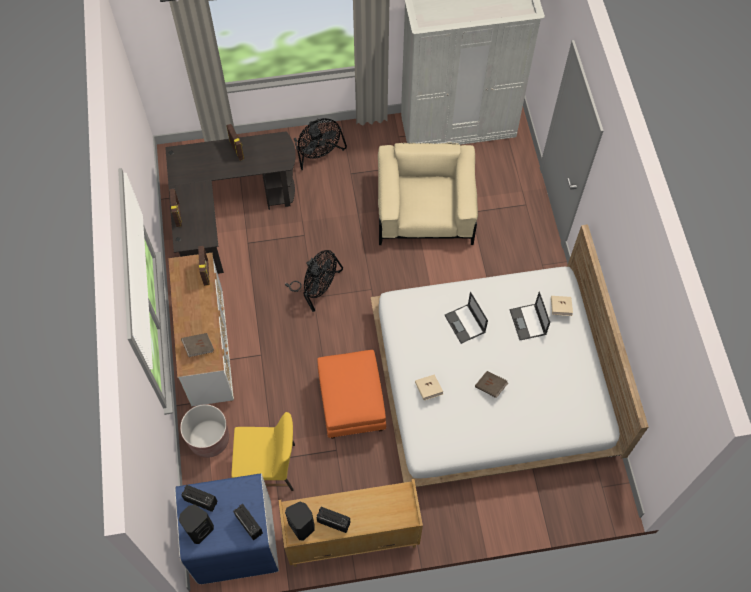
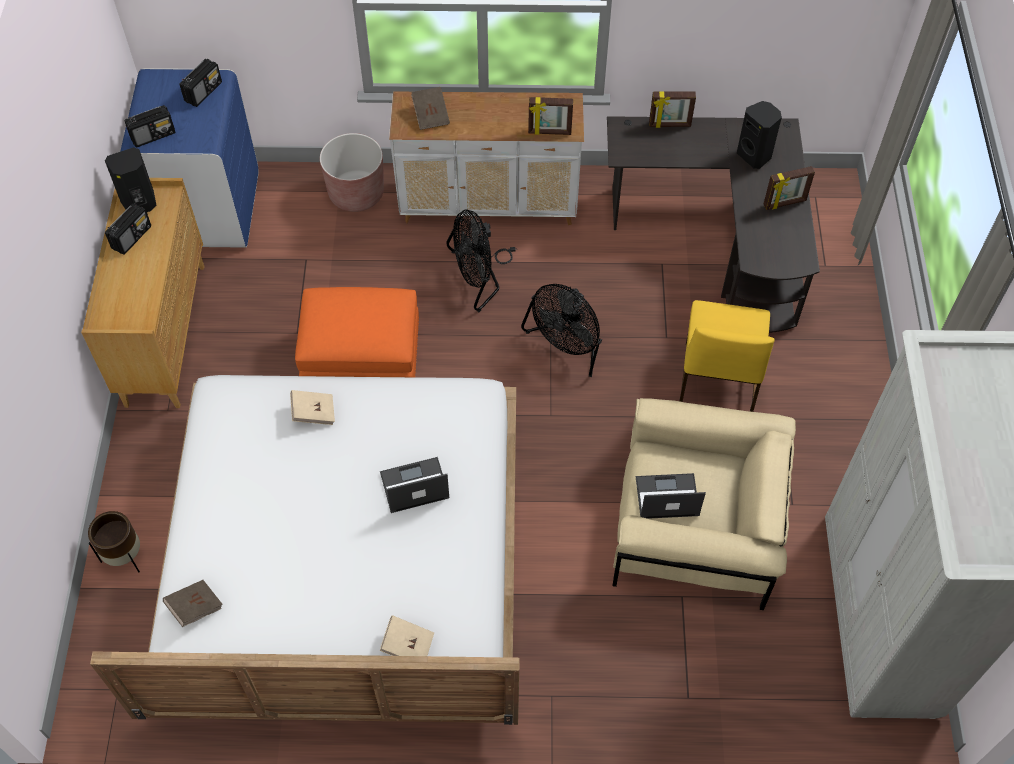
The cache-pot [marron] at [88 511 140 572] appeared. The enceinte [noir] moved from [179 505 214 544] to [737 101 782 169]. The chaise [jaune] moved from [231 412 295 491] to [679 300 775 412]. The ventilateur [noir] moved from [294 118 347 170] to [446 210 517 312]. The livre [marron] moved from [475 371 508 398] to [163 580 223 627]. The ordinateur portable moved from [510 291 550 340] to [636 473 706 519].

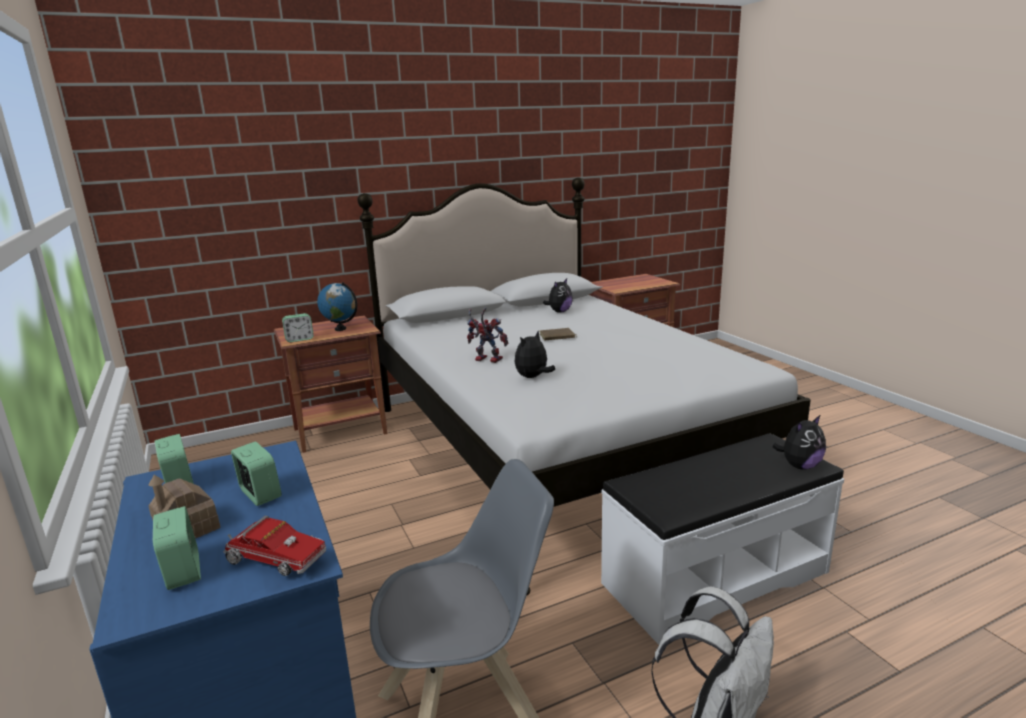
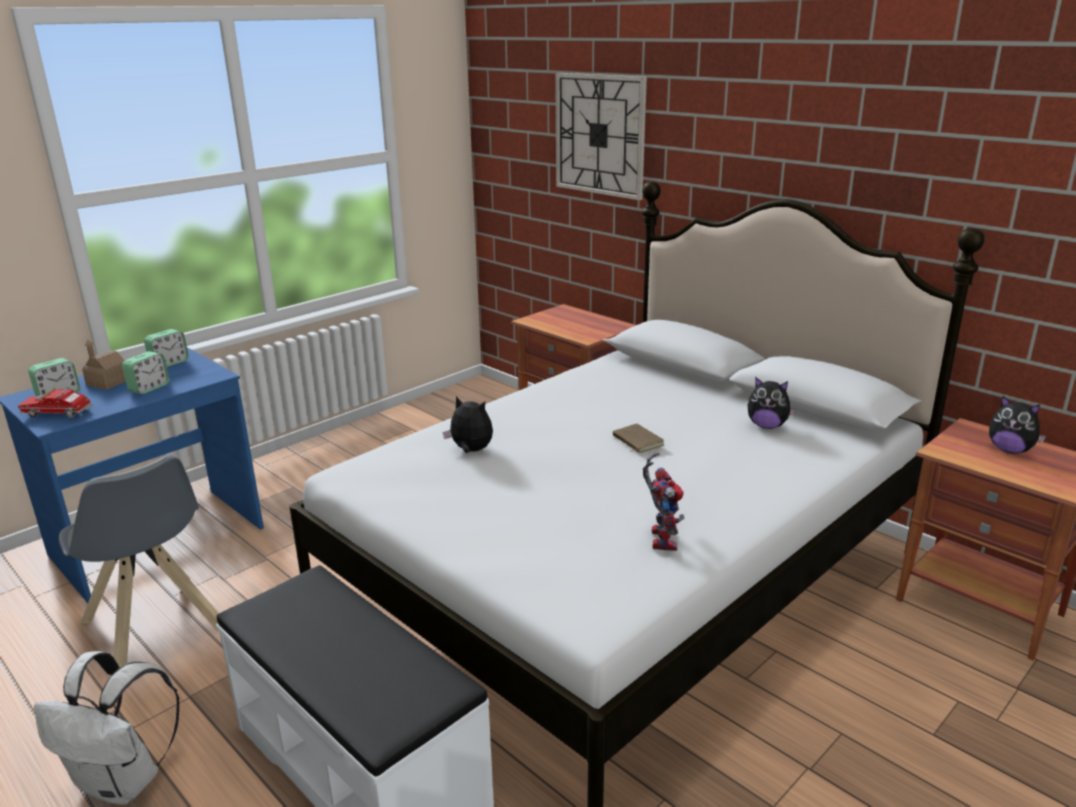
The réveil at [282 313 314 342] disappeared. The globe at [317 282 357 331] disappeared. The horloge murale at [555 73 647 200] appeared. The robot jouet moved from [467 307 508 363] to [643 452 684 551]. The peluche moved from [772 415 826 470] to [989 396 1046 454]. The camion jouet at [223 516 326 576] turned 90 degrees clockwise.

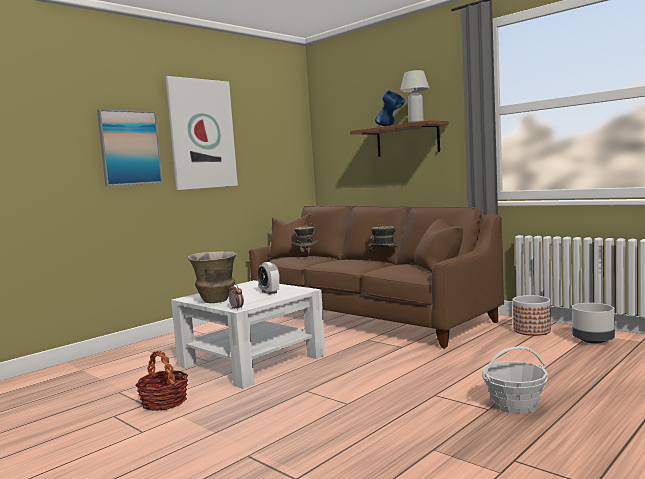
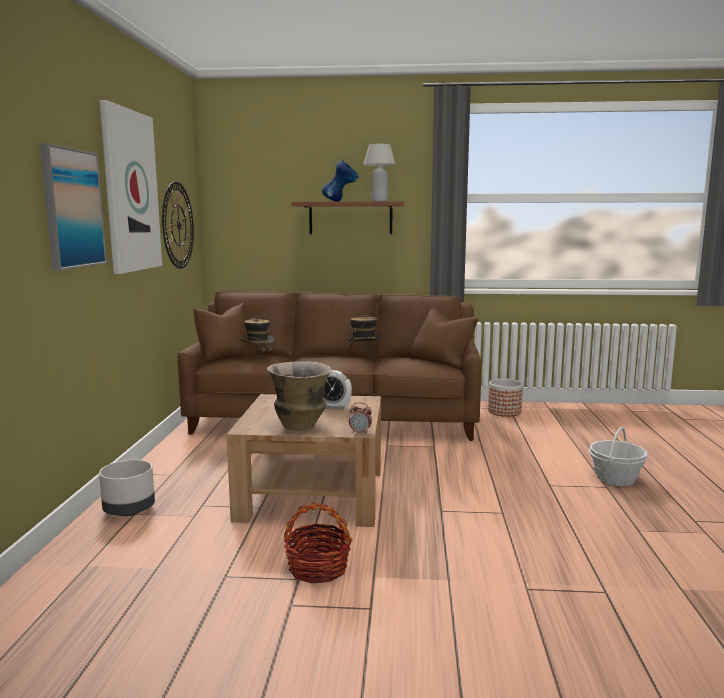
The horloge murale at [162 182 194 269] appeared. The cache-pot [gris] moved from [572 303 615 344] to [99 460 155 516]. The table basse [blanc] at [171 280 326 389] became the table basse [marron] at [227 394 381 527].

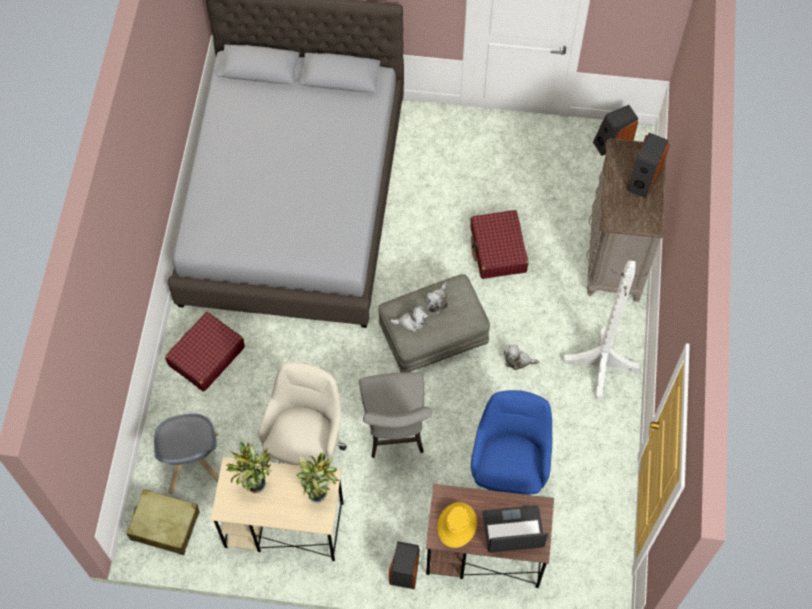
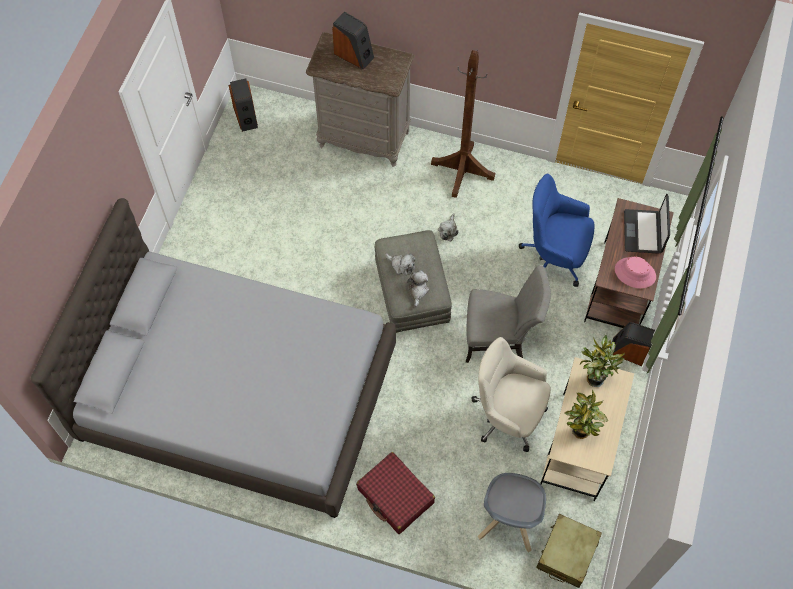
The valise [rouge] at [470 210 529 279] disappeared. The chapeau [jaune] at [437 502 477 548] became the chapeau [rose] at [615 256 656 288]. The portant [blanc] at [563 260 648 400] became the portant [marron] at [431 49 495 198]. The chaise [gris] at [154 414 219 495] turned 105 degrees clockwise.

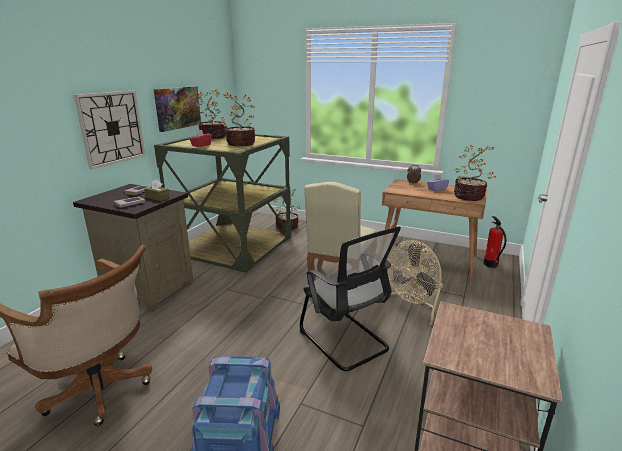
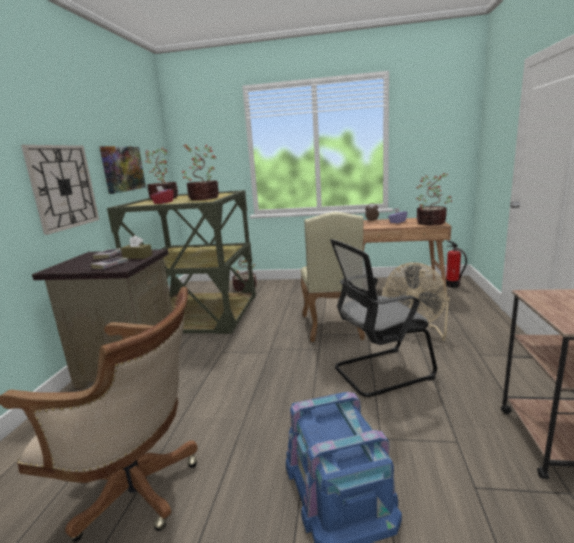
The chaise at [300 226 401 371] turned 120 degrees clockwise.

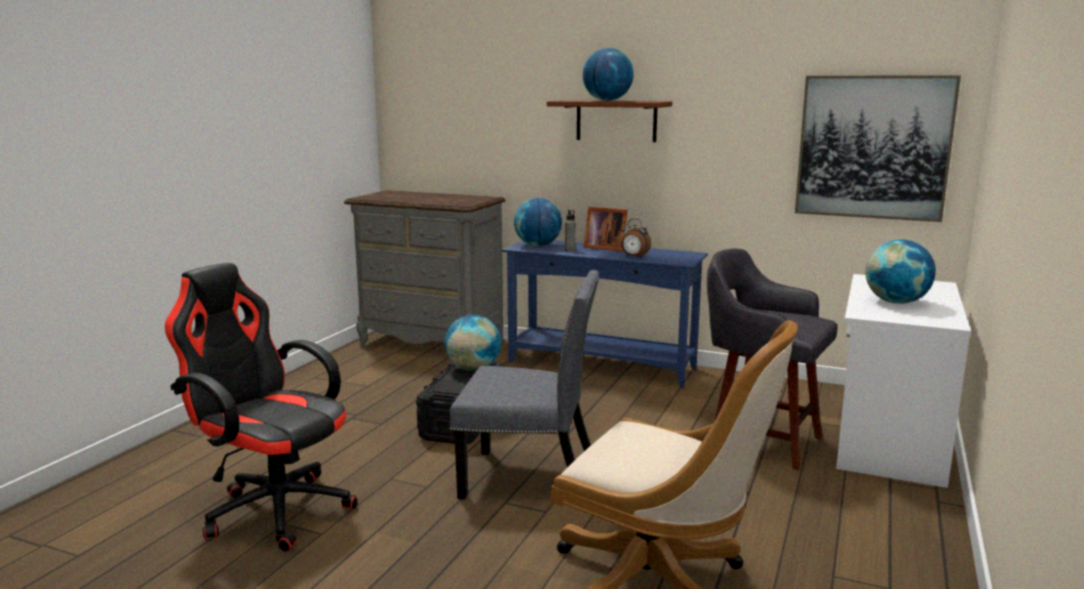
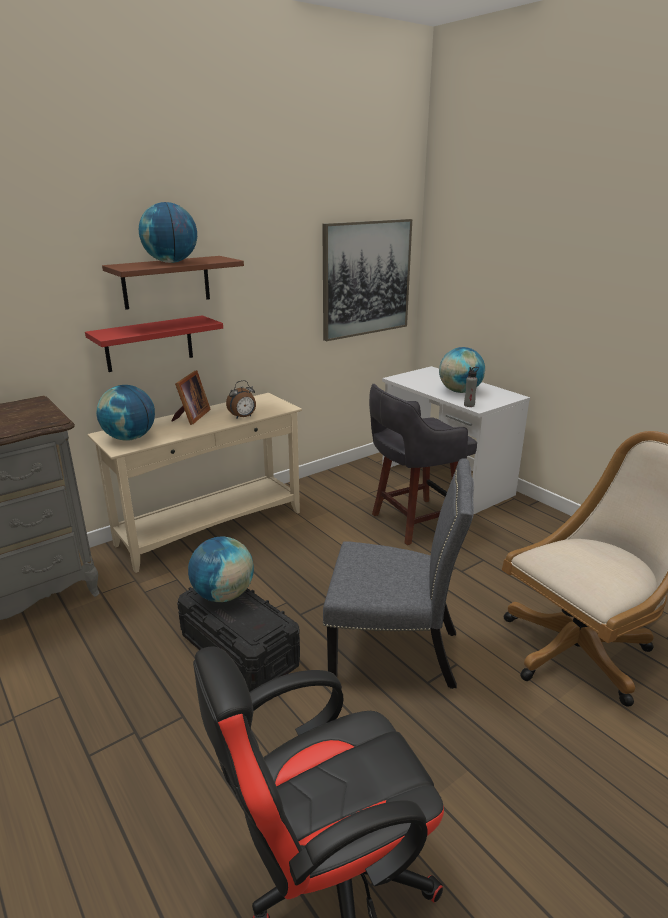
The étagère [rouge] at [85 315 223 372] appeared. The bouteille [gris] moved from [565 210 576 252] to [464 367 479 407]. The table console [bleu] at [502 241 708 388] became the table console [beige] at [88 393 302 573]. The chaise [gris] at [450 270 599 499] turned 60 degrees clockwise. The cadre photo at [584 207 628 252] turned 45 degrees counterclockwise.

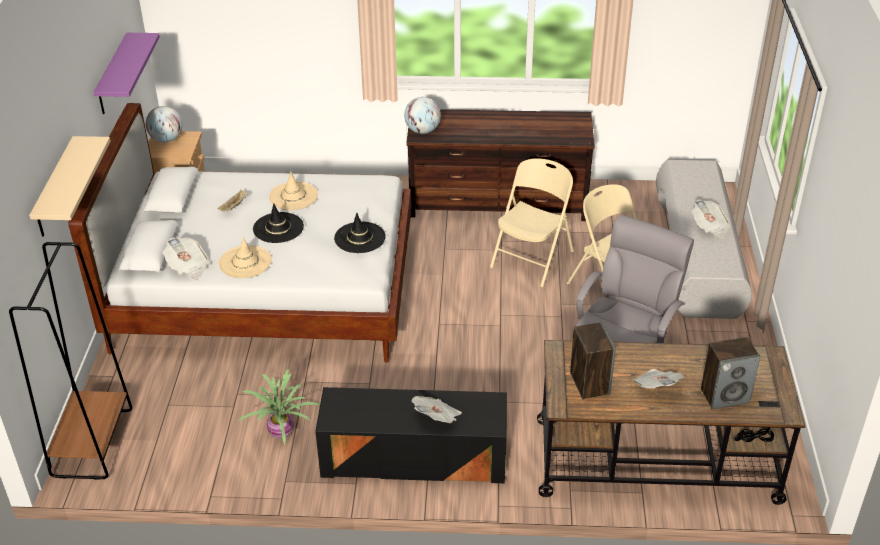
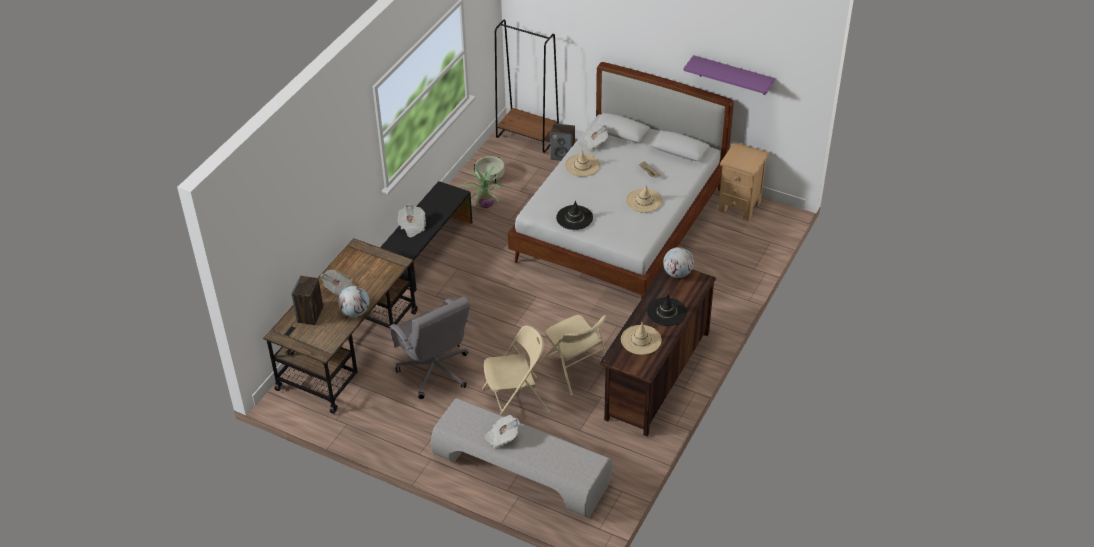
The étagère [beige] at [29 136 111 237] disappeared. The cache-pot [beige] at [474 156 505 184] appeared. The chapeau [beige] at [621 322 662 355] appeared. The globe moved from [145 106 182 142] to [338 286 369 317]. The chapeau [noir] moved from [253 203 304 243] to [647 294 687 326]. The enceinte moved from [570 322 616 399] to [550 123 575 161].

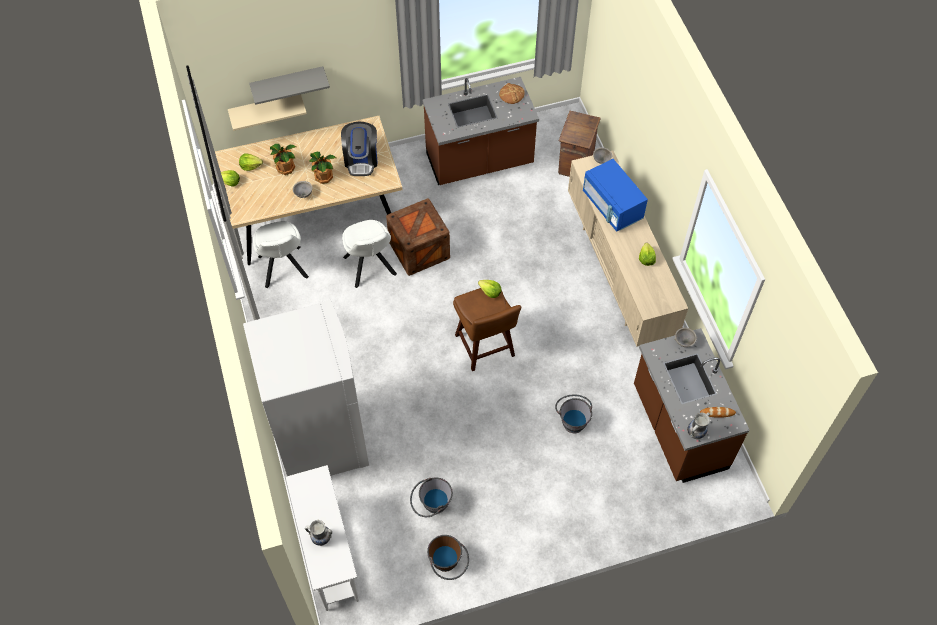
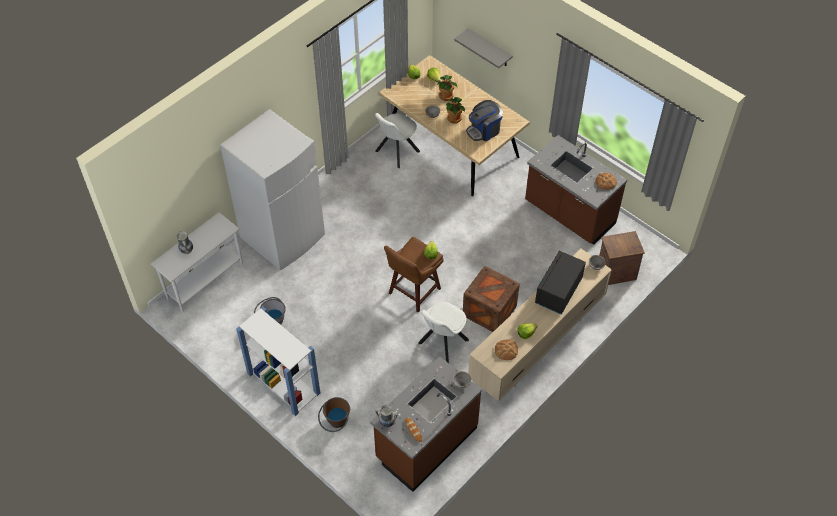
The étagère [beige] at [228 94 307 131] disappeared. The seau [gris] at [555 394 592 433] disappeared. The bibliothèque [blanc] at [236 306 320 416] appeared. The pain at [495 339 518 360] appeared. The chaise [blanc] moved from [342 220 397 288] to [418 302 469 363]. The caisse moved from [386 198 450 276] to [463 266 520 332]. The seau [marron] moved from [427 535 469 580] to [318 397 350 432]. The micro-ondes [bleu] at [583 159 648 232] became the micro-ondes [noir] at [535 251 586 315].

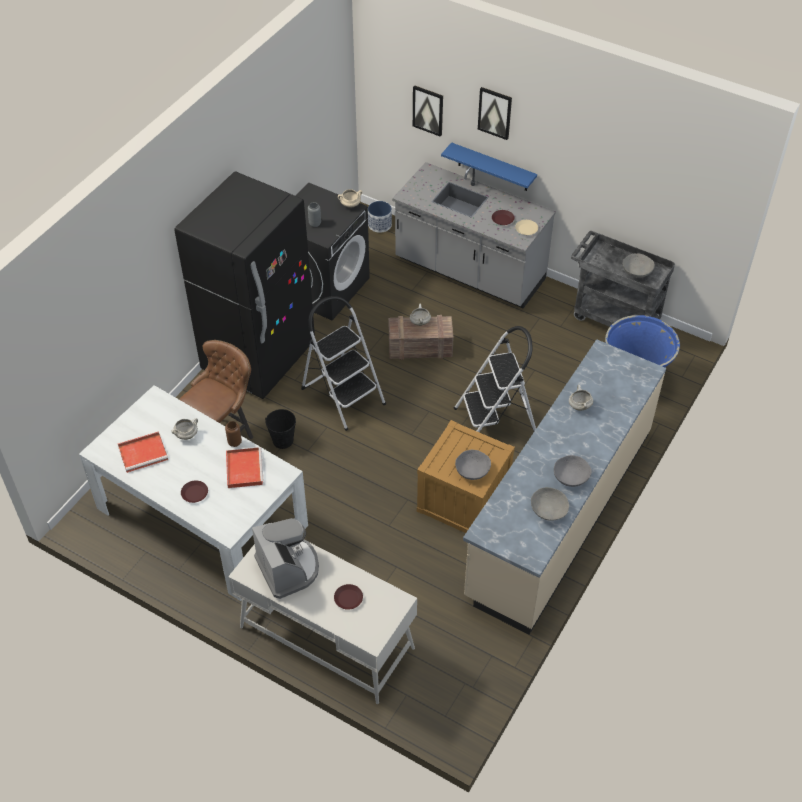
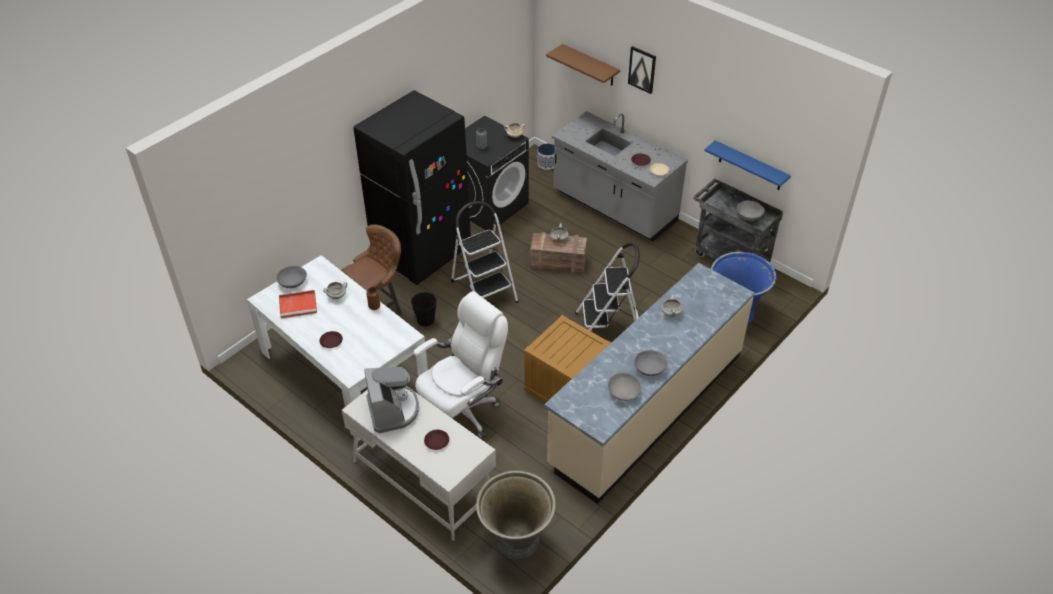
The plateau [rouge] at [226 447 264 488] disappeared. The chaise de bureau [blanc] at [414 291 508 439] appeared. The cache-pot [gris] at [476 470 556 560] appeared. The étagère [bleu] moved from [441 142 537 191] to [704 140 791 190]. The bol [gris] moved from [455 450 491 480] to [277 266 307 288]. The tableau at [413 85 443 137] was replaced by the étagère [marron] at [546 44 620 85].

